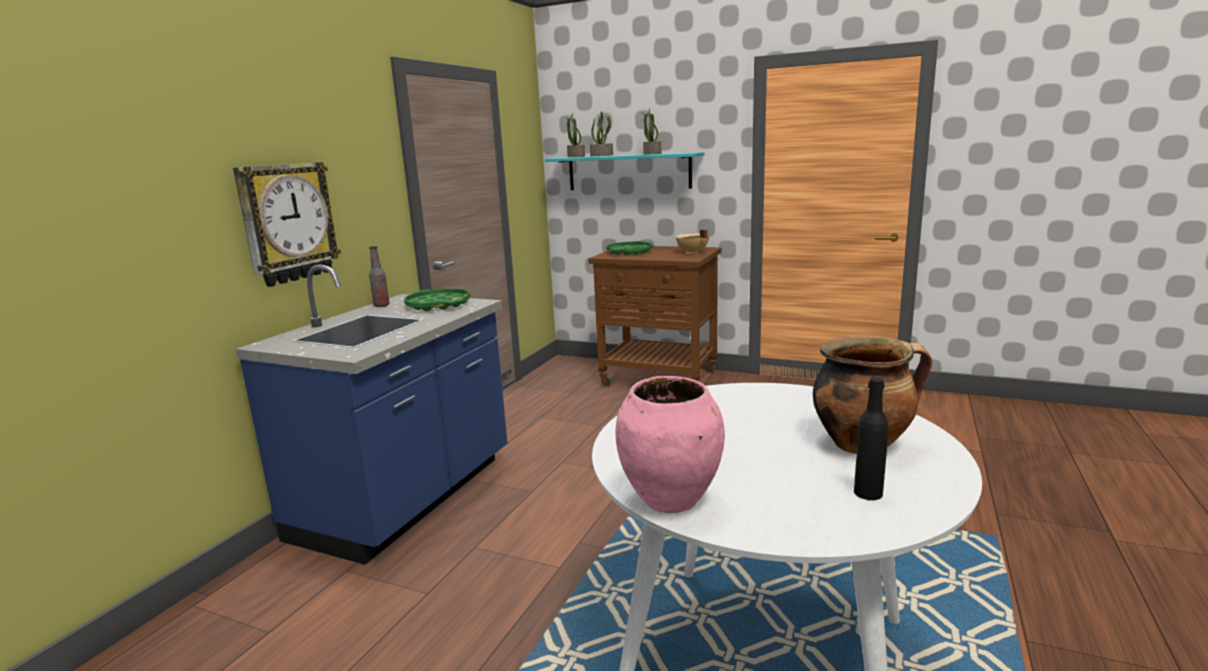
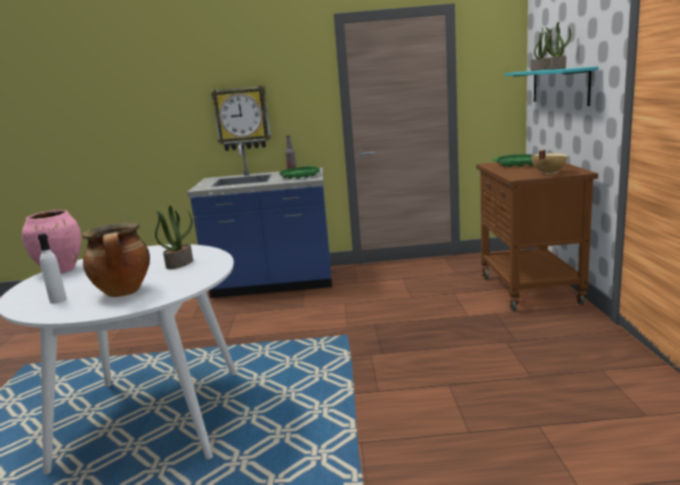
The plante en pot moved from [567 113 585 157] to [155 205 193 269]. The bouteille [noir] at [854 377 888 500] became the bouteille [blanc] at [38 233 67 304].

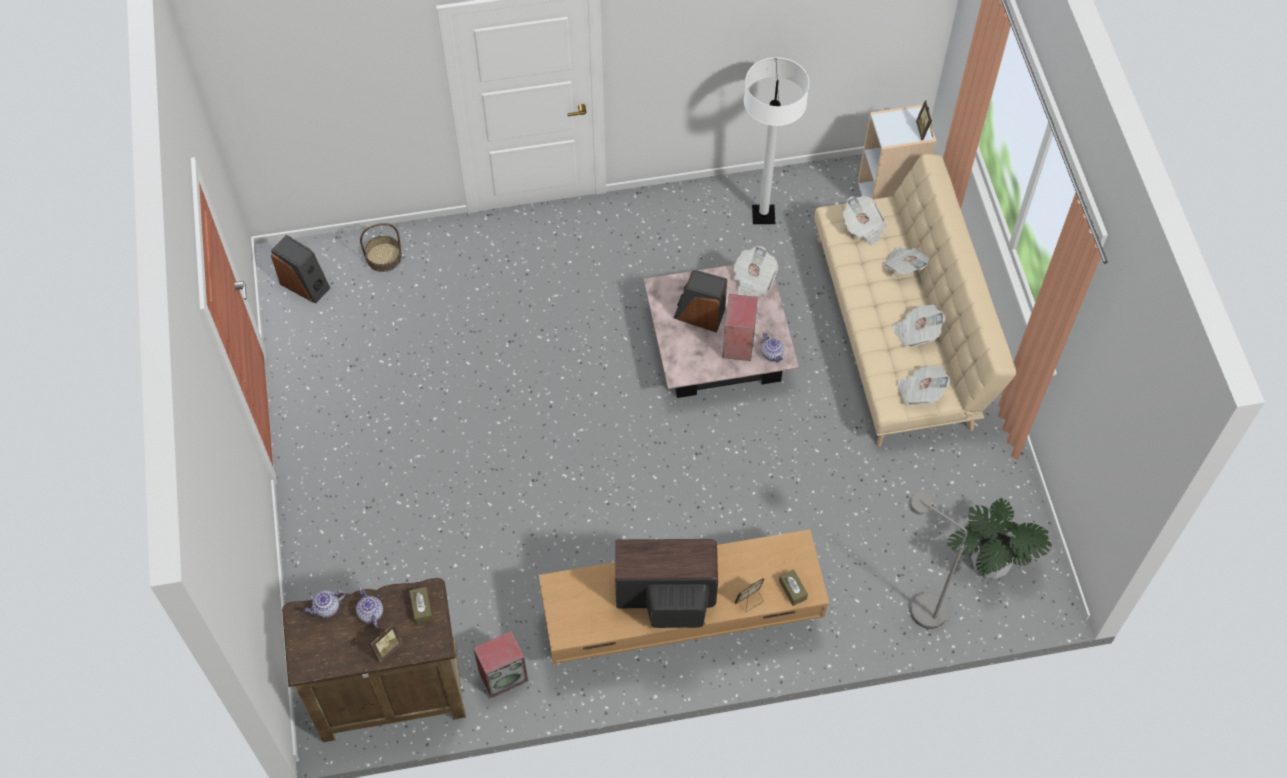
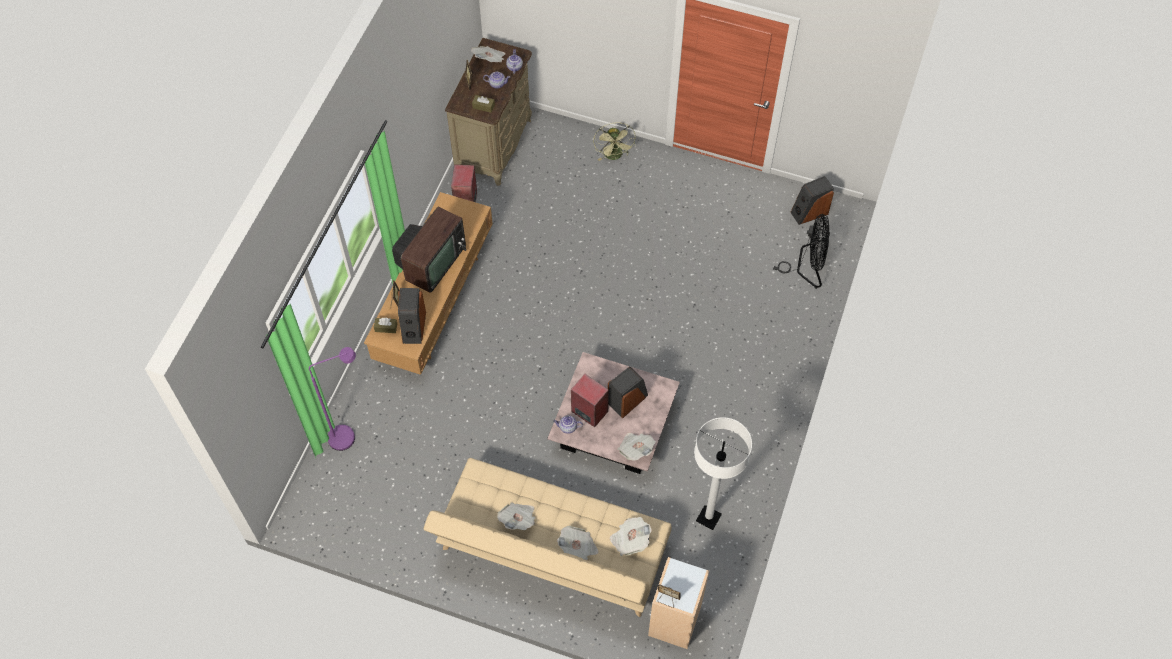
The plante en pot at [947 498 1052 579] disappeared. The enceinte at [398 288 426 344] appeared. The ventilateur [vert] at [593 122 636 161] appeared. The journal moved from [897 365 950 405] to [471 46 506 62]. The panier at [360 223 402 272] was replaced by the ventilateur [noir] at [773 214 830 289]. The lampadaire [gris] at [908 492 967 629] became the lampadaire [violet] at [309 347 356 451].

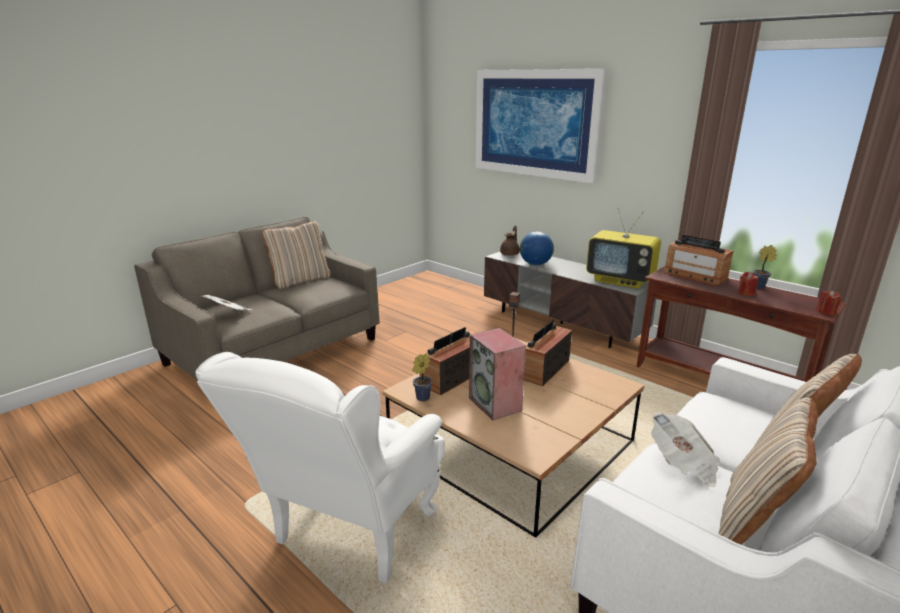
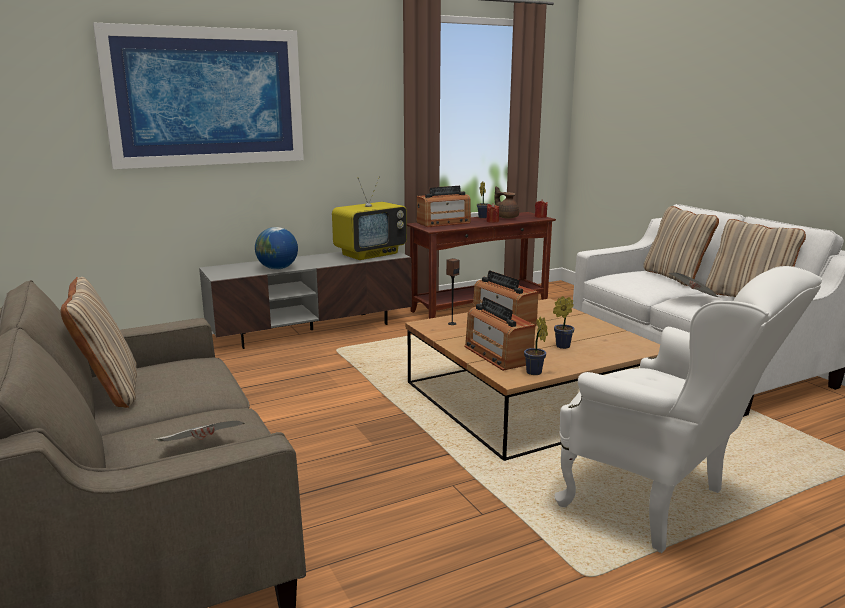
The théière [marron] moved from [500 226 520 256] to [495 186 519 219]. The enceinte at [469 328 526 420] was replaced by the plante en pot at [553 296 575 349].

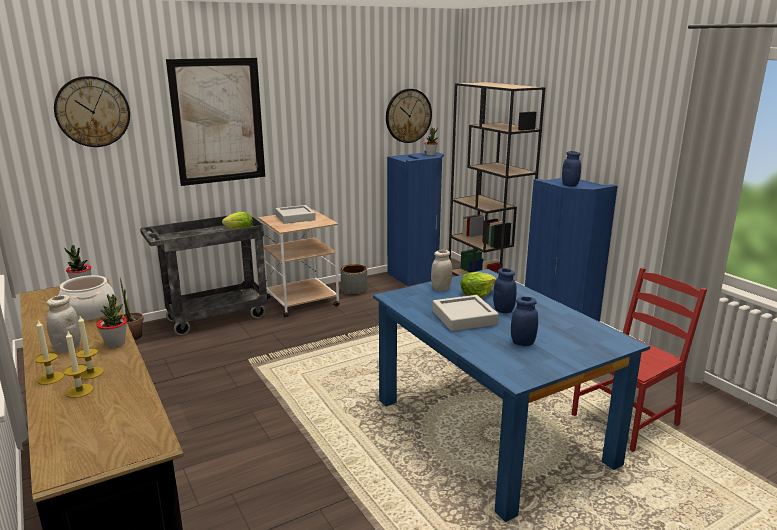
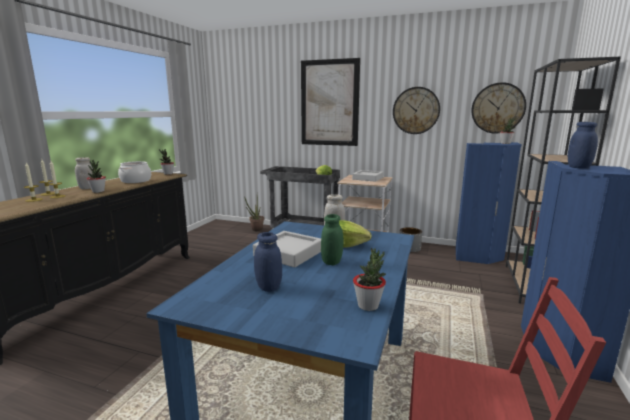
The plante en pot at [353 248 386 311] appeared. The horloge murale moved from [54 76 130 147] to [393 87 440 134]. The bocal [bleu] at [493 268 517 313] became the bocal [vert] at [321 214 343 265].

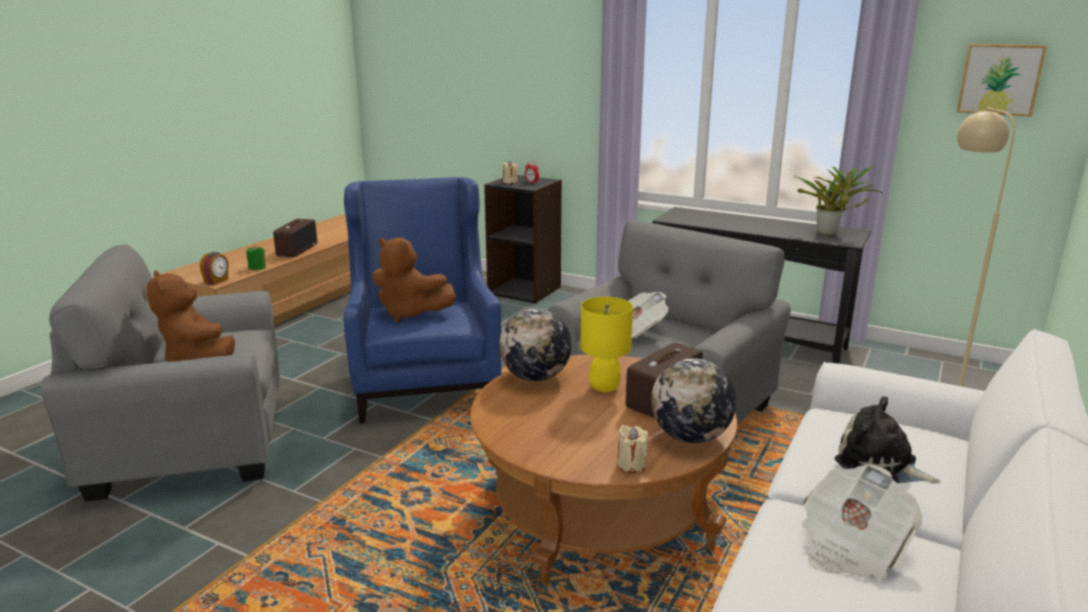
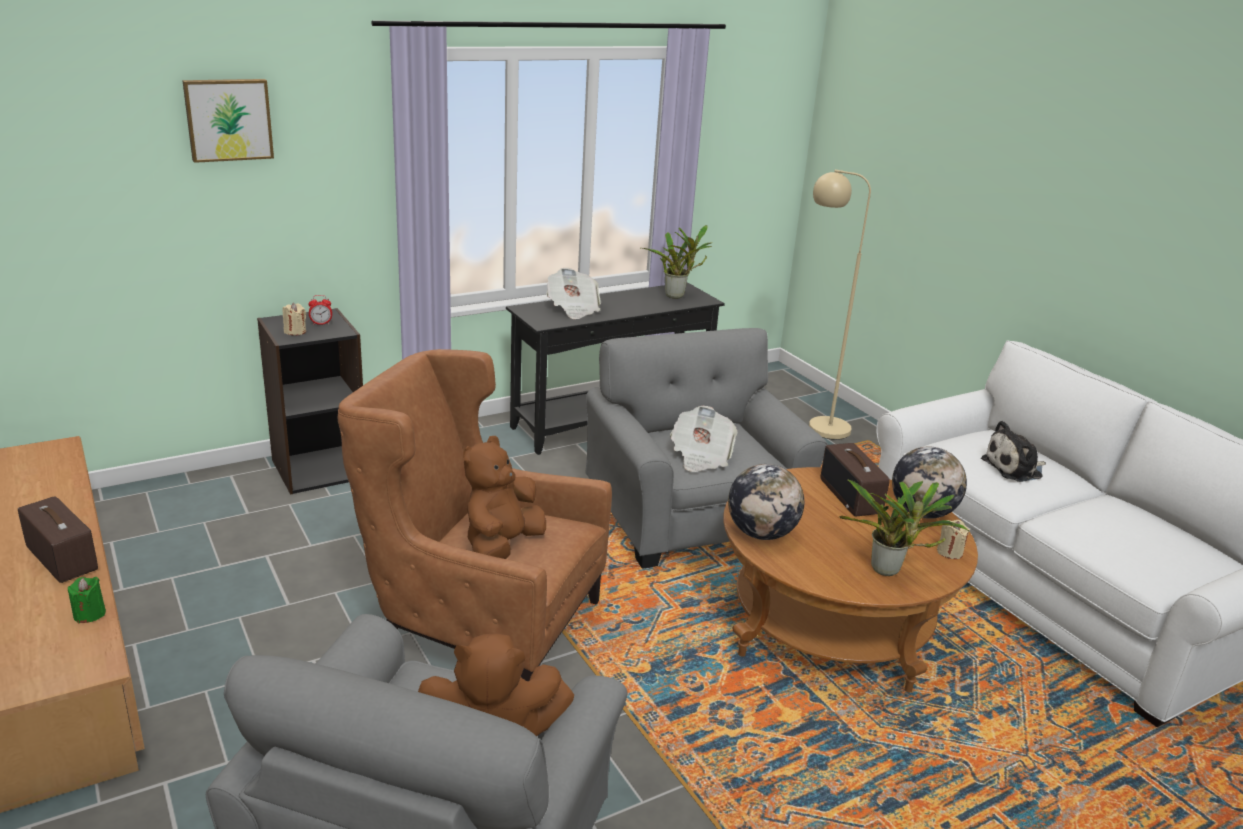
The réveil at [200 252 228 285] disappeared. The lampe de table [jaune] at [580 297 633 392] disappeared. The plante en pot at [839 479 970 576] appeared. The journal moved from [802 465 922 579] to [546 268 601 319]. The tableau moved from [957 44 1047 116] to [182 79 274 163]. The fauteuil [bleu] at [344 177 501 423] became the fauteuil [marron] at [338 349 612 681]. The peluche [marron] at [372 238 456 322] turned 150 degrees clockwise.

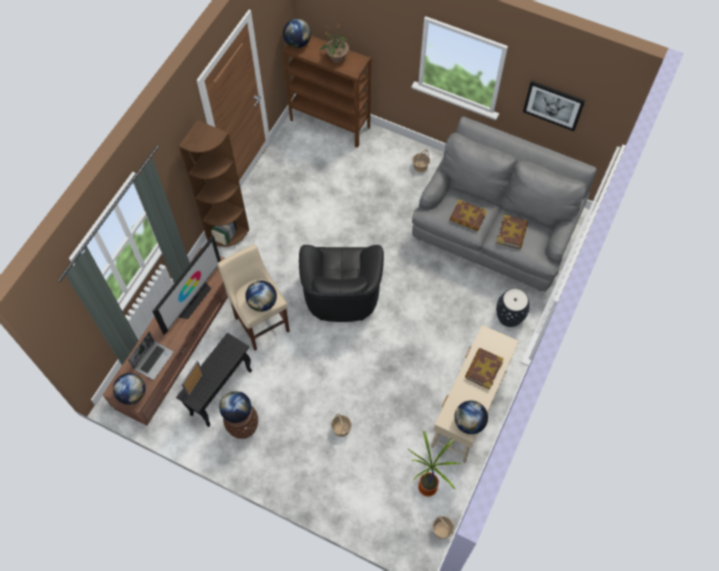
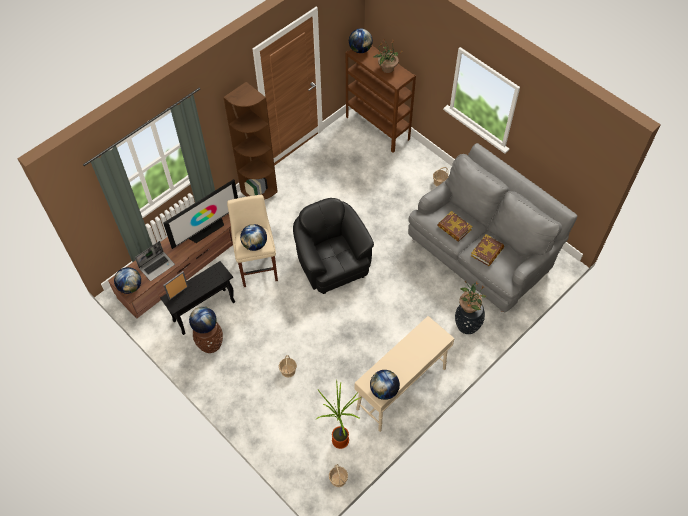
The livre at [465 348 504 390] disappeared. The tableau at [523 80 585 131] disappeared. The plante en pot at [459 281 486 313] appeared. The fauteuil [noir] at [299 245 384 322] turned 135 degrees clockwise.

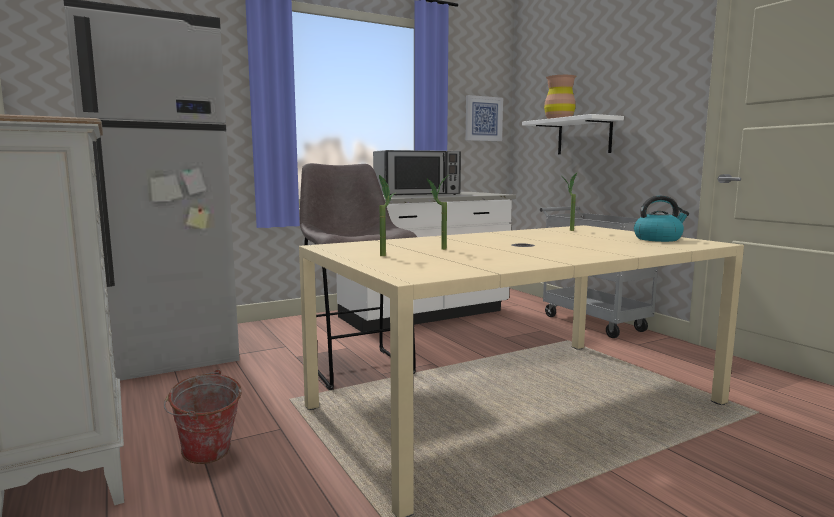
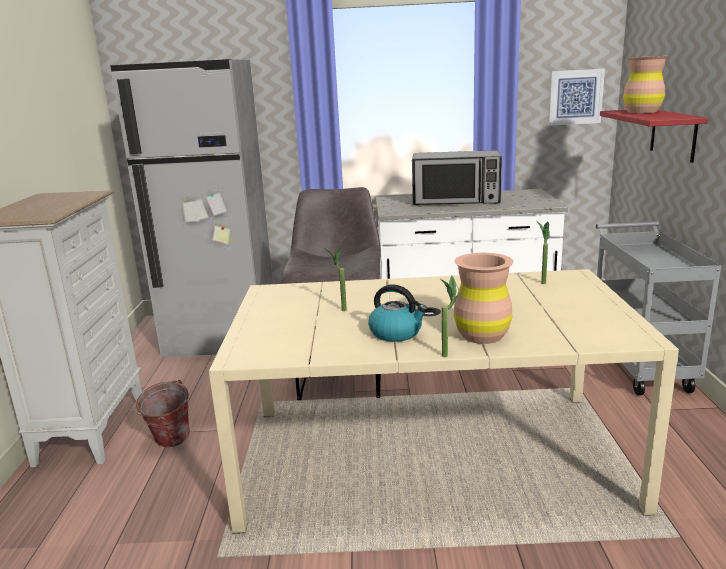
The vase [marron] at [454 253 514 344] appeared. The plante en pot moved from [379 175 395 256] to [441 276 463 357]. The bouilloire moved from [634 196 689 242] to [368 284 428 342]. The étagère [blanc] at [522 114 624 154] became the étagère [rouge] at [600 110 708 163].

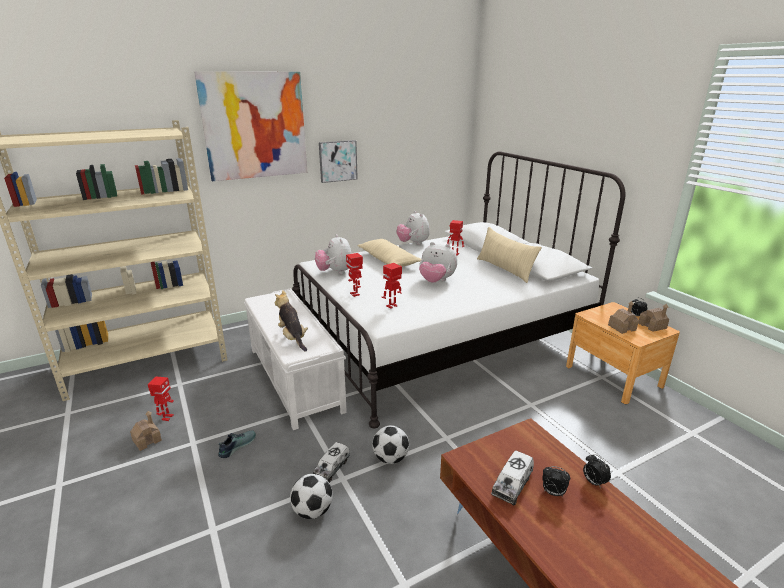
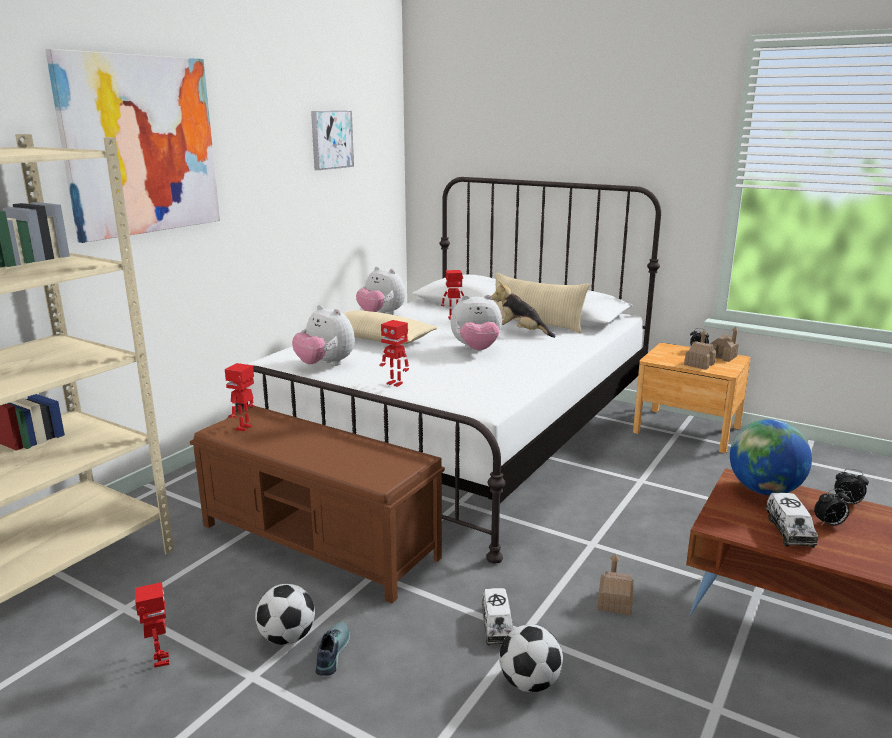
The globe at [730 419 812 495] appeared. The maison miniature moved from [130 411 162 451] to [597 554 634 616]. The peluche moved from [274 290 308 352] to [491 281 555 338]. The tableau moved from [319 140 358 183] to [311 111 354 170]. The ballon de foot moved from [372 425 409 464] to [255 584 315 645]. The robot jouet moved from [382 263 402 309] to [225 363 255 431]. The banc [blanc] at [244 288 347 430] became the banc [marron] at [190 406 445 604].

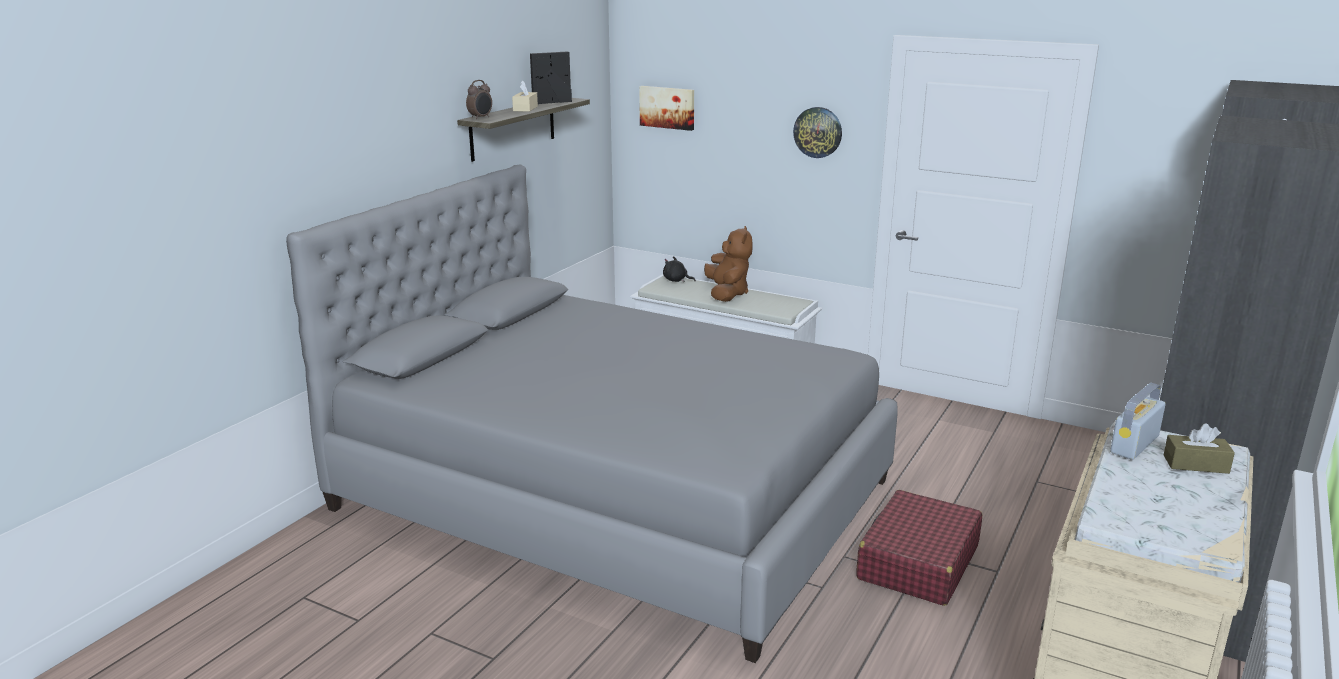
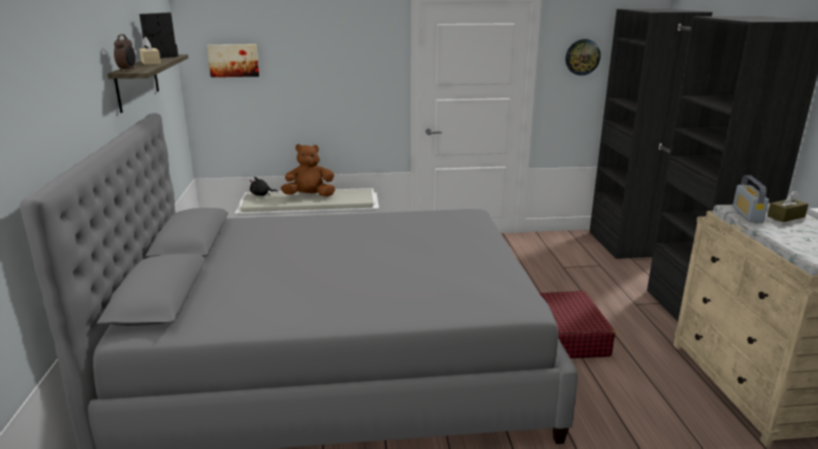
The horloge murale moved from [793 107 842 158] to [566 39 601 76]. The peluche [marron] at [704 226 753 302] turned 60 degrees counterclockwise.

